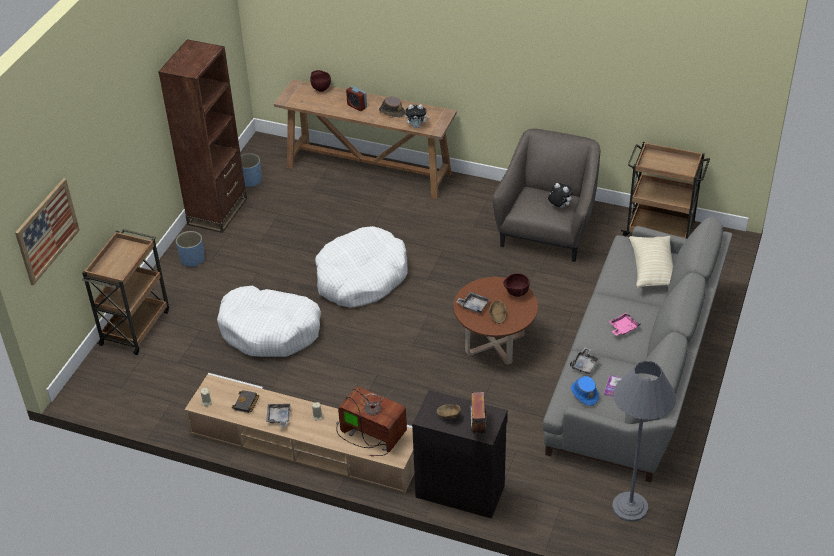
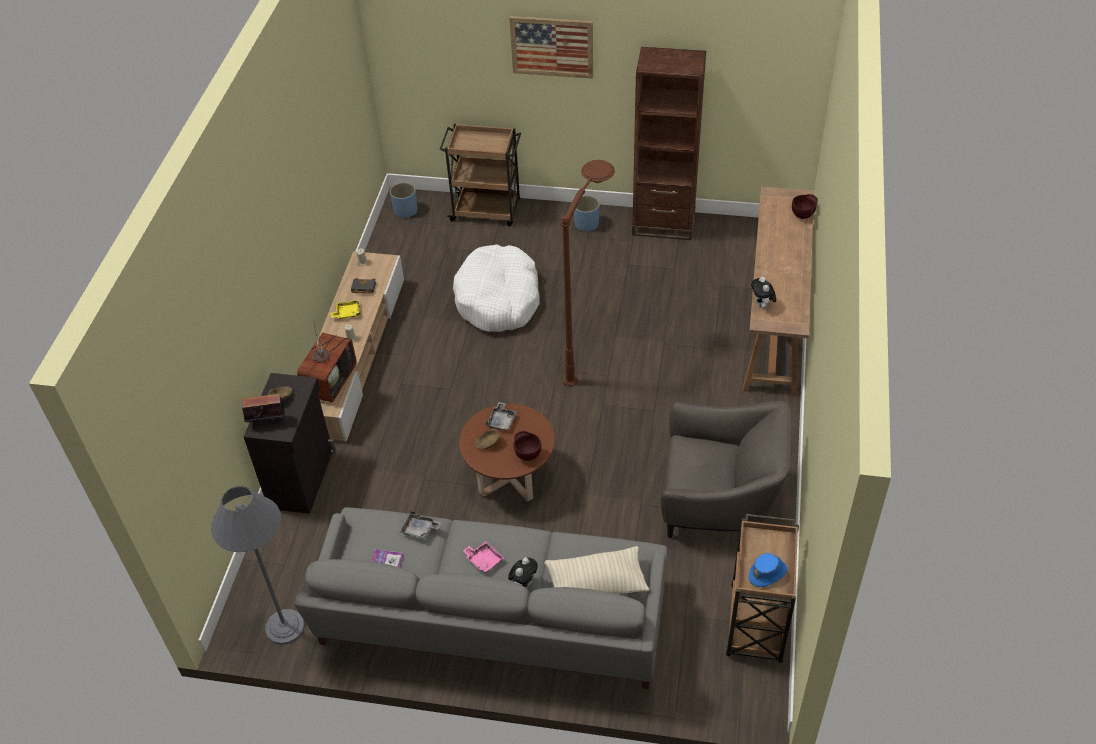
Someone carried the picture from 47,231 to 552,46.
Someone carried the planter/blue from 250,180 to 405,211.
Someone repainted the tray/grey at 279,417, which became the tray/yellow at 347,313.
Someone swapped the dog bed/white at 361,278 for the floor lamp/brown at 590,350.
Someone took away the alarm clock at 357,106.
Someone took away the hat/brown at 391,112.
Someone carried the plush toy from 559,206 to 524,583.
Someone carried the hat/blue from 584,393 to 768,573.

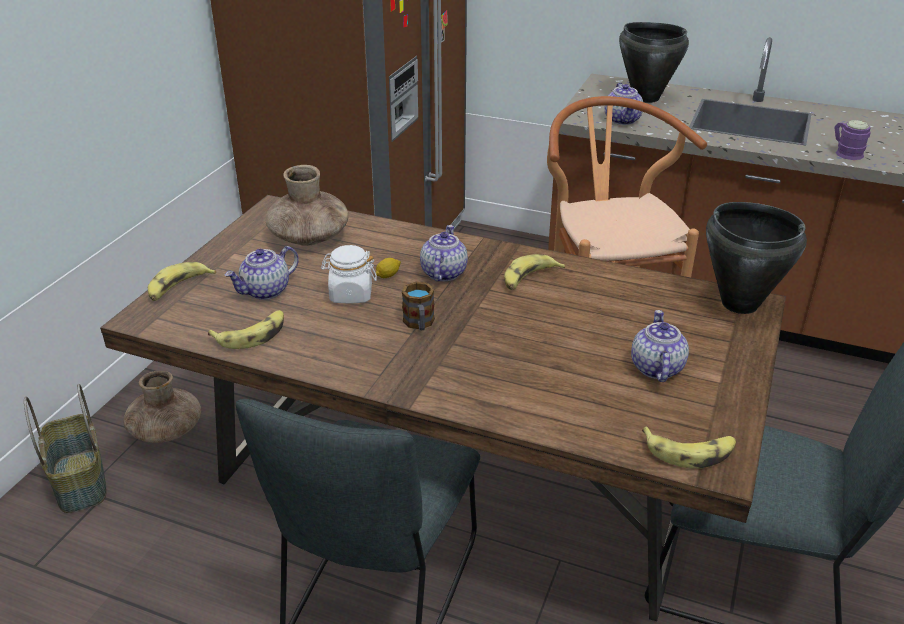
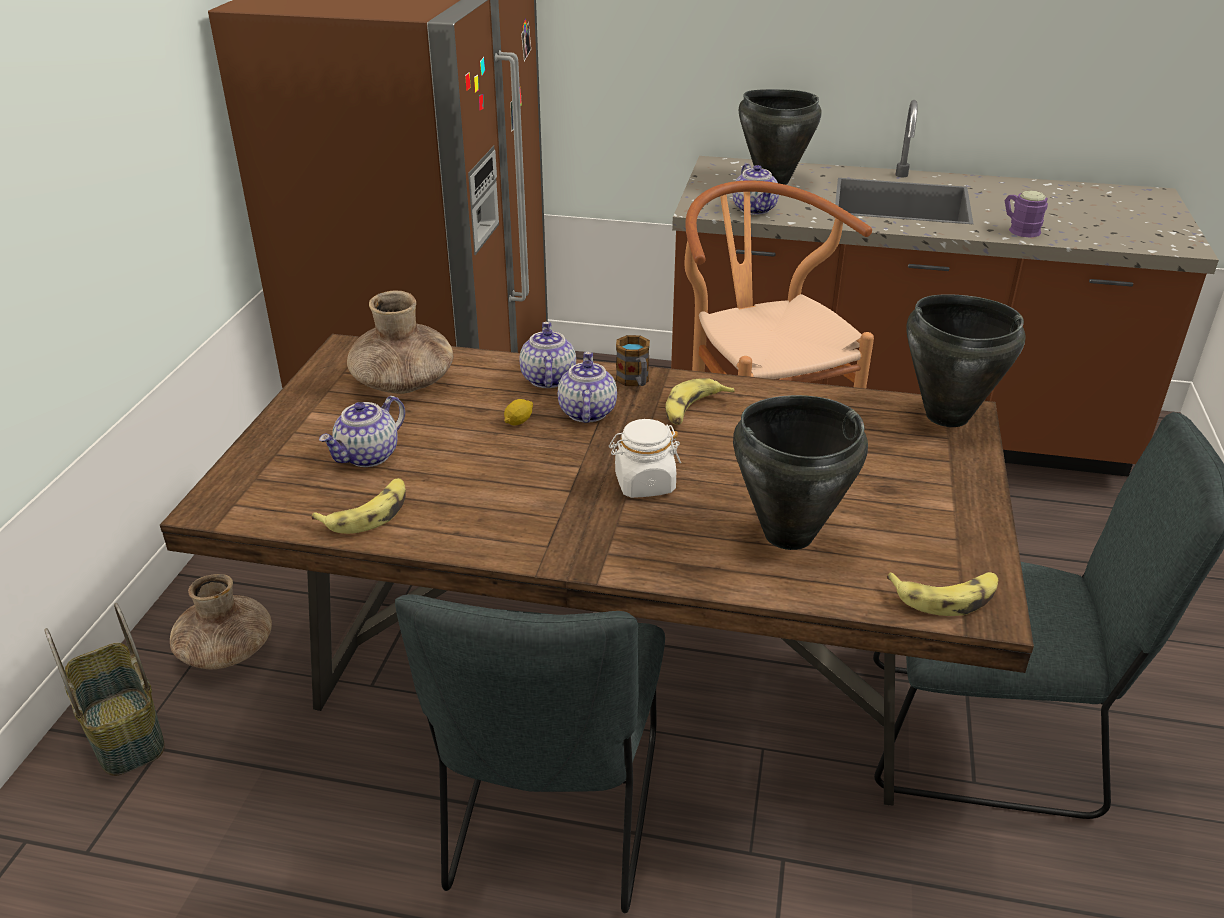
Someone took away the banana at 178,288.
Someone carried the jar/white from 350,294 to 644,484.
Someone carried the mug from 419,324 to 635,381.
Someone carried the teapot from 655,367 to 547,378.
Someone put down the cooking pot/black at 787,534.

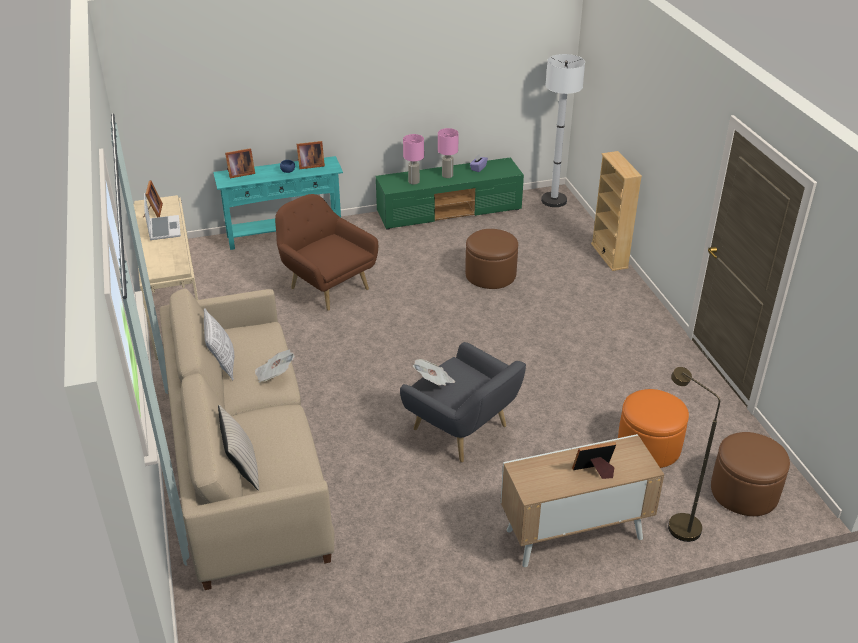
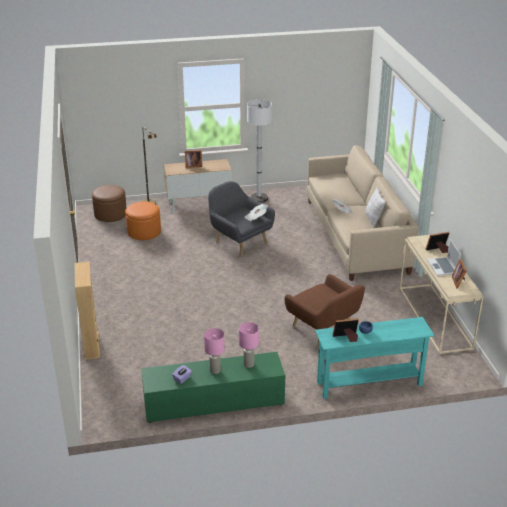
Someone took away the pillow/beige at 242,469.
Someone carried the picture frame from 240,173 to 437,250.
Someone took away the ottoman/brown at 490,275.
Someone carried the floor lamp/white from 554,200 to 259,198.

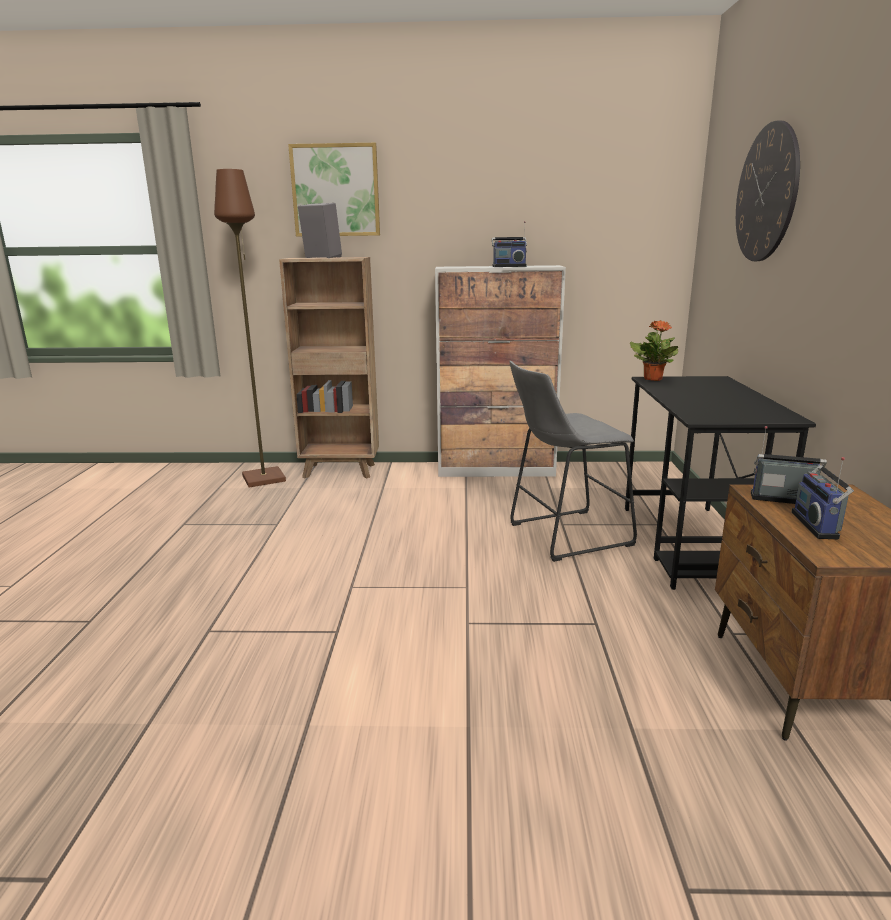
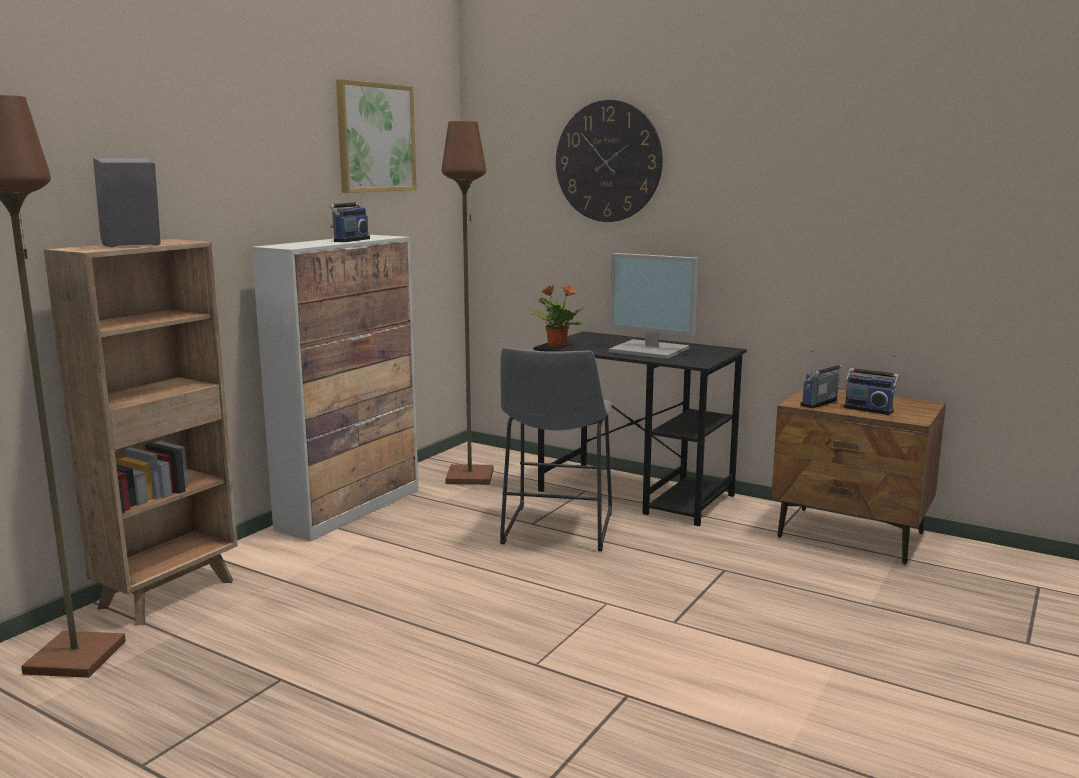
Someone carried the picture from 335,191 to 375,138.
Someone put down the floor lamp/brown at 470,476.
Someone put down the monitor at 651,350.

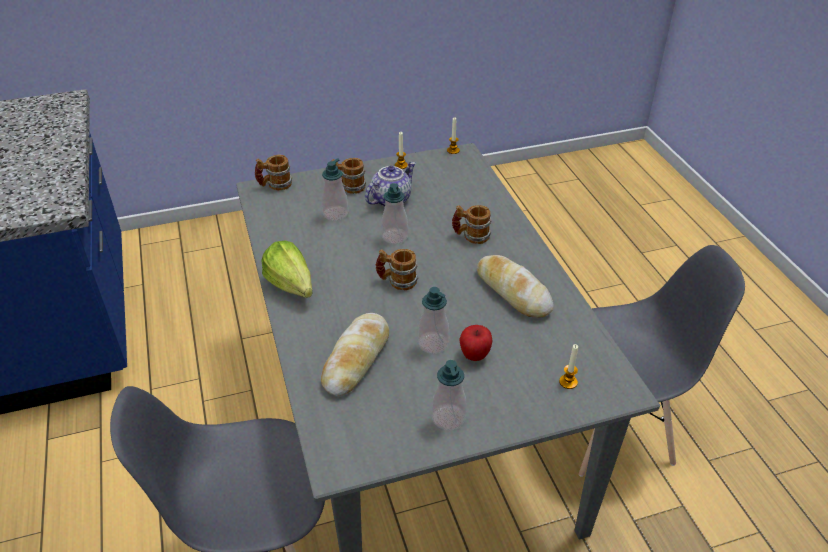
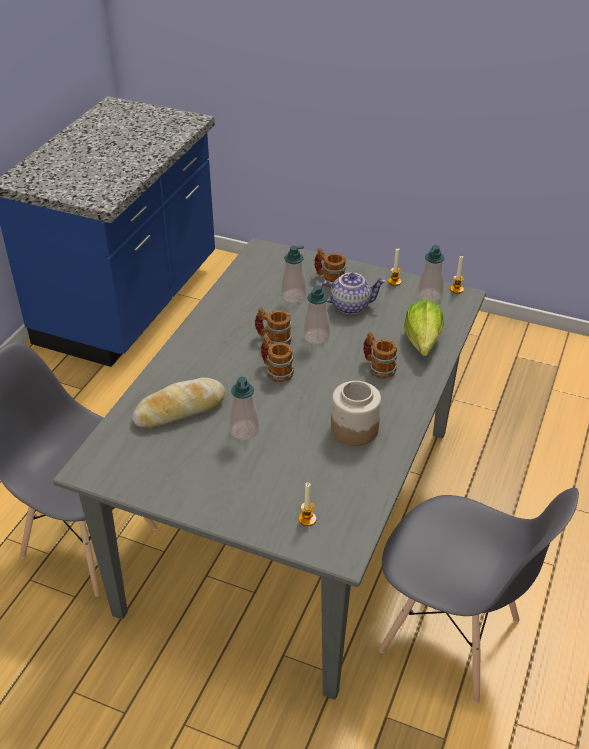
Someone carried the mug from 274,185 to 273,339.
Someone carried the lettuce from 293,290 to 421,346.
Someone carried the soap dispenser from 448,418 to 430,296.
Someone took away the apple at 474,355.
Someone swapped the bread at 513,292 for the jar at 354,429.

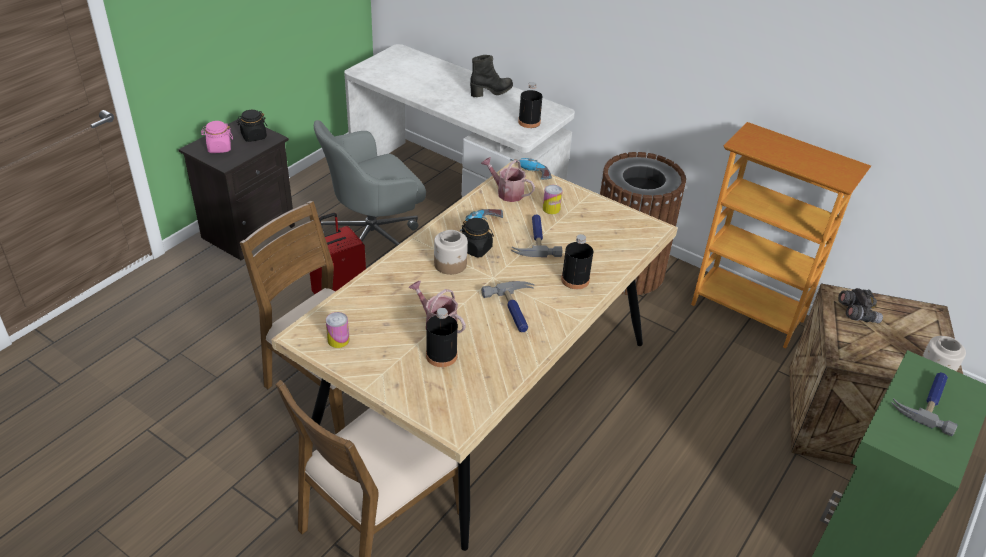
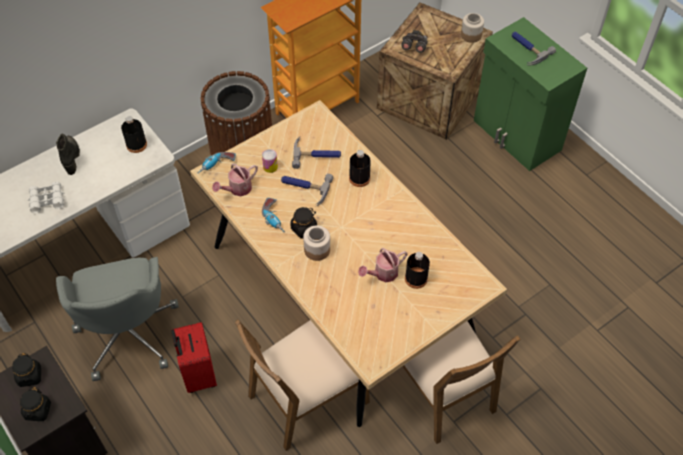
Someone repainted the jar/pink at 219,148, which became the jar/black at 38,411.
Someone took away the can at 338,340.
Someone carried the hammer from 516,310 to 316,154.
Someone put down the binoculars/white at 47,200.

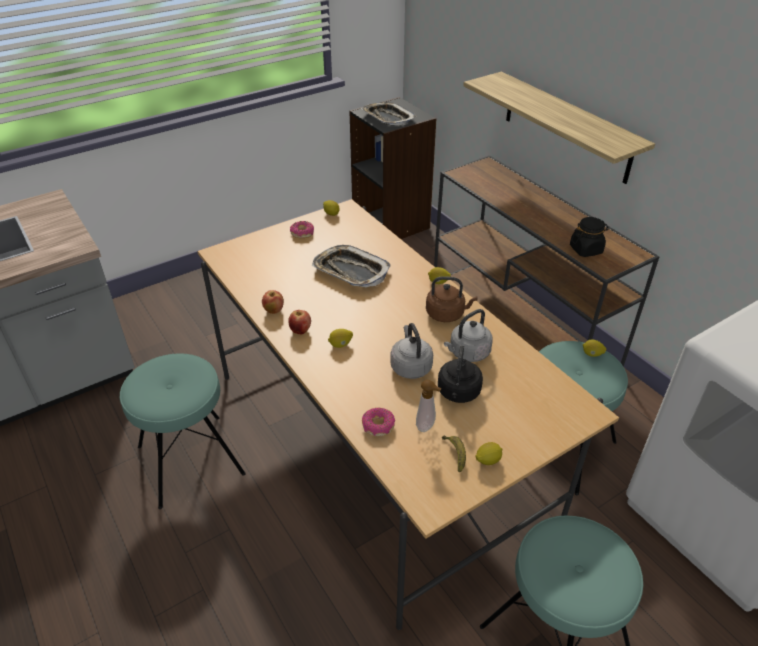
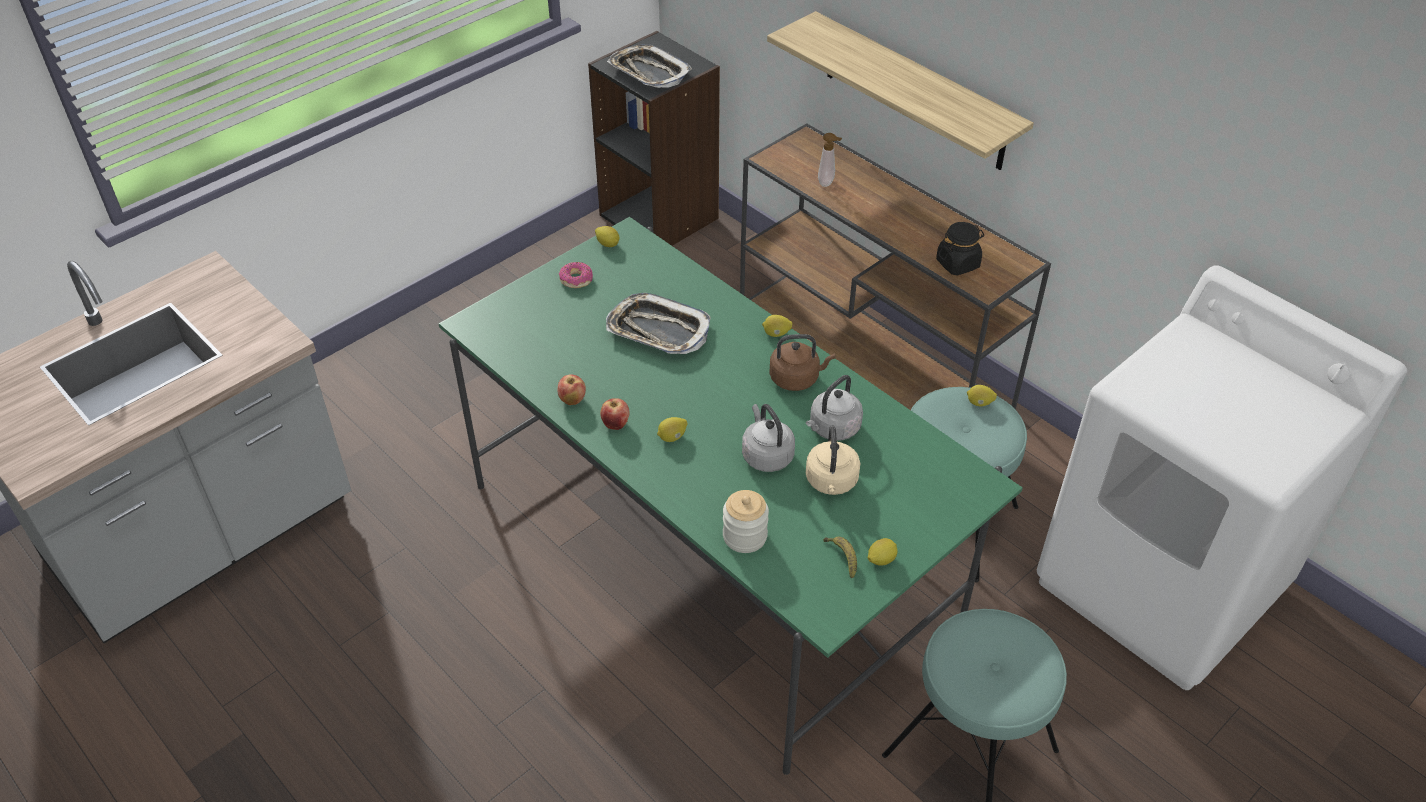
Someone took away the stool/turquoise at 191,460.
Someone repainted the dining table/beige at 379,440, which became the dining table/green at 712,546.
Someone swapped the donut at 378,426 for the jar at 745,536.
Someone carried the soap dispenser from 427,426 to 827,183.
Someone repainted the kettle/black at 458,393, which became the kettle/beige at 831,482.

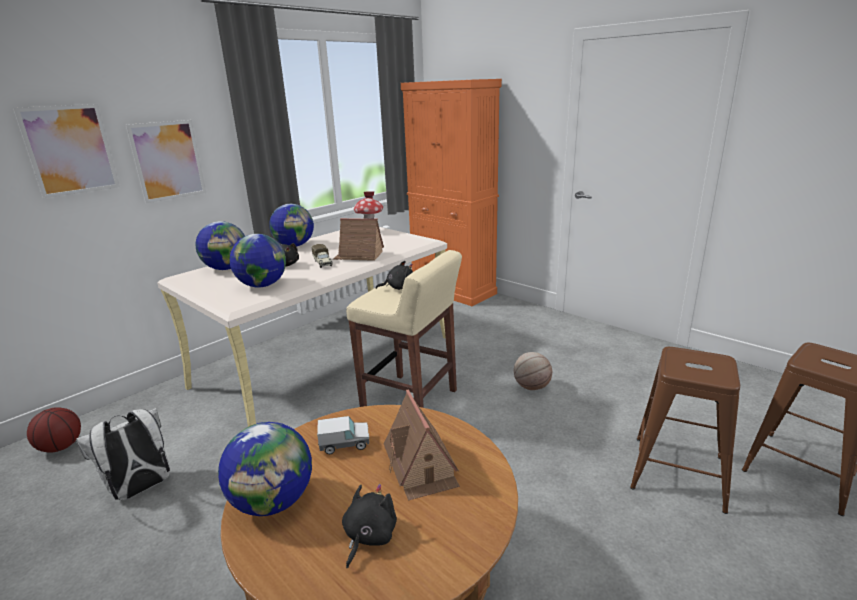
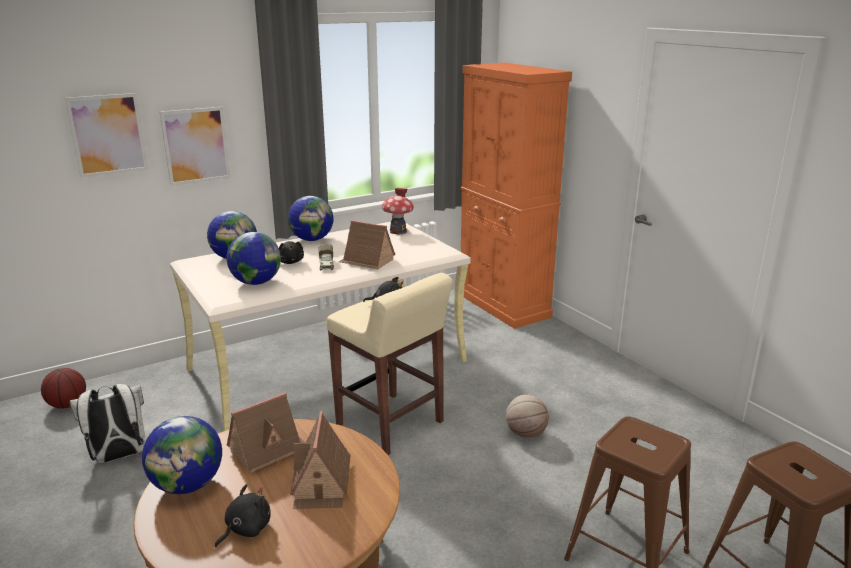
Someone swapped the toy truck at 344,444 for the toy house at 268,450.

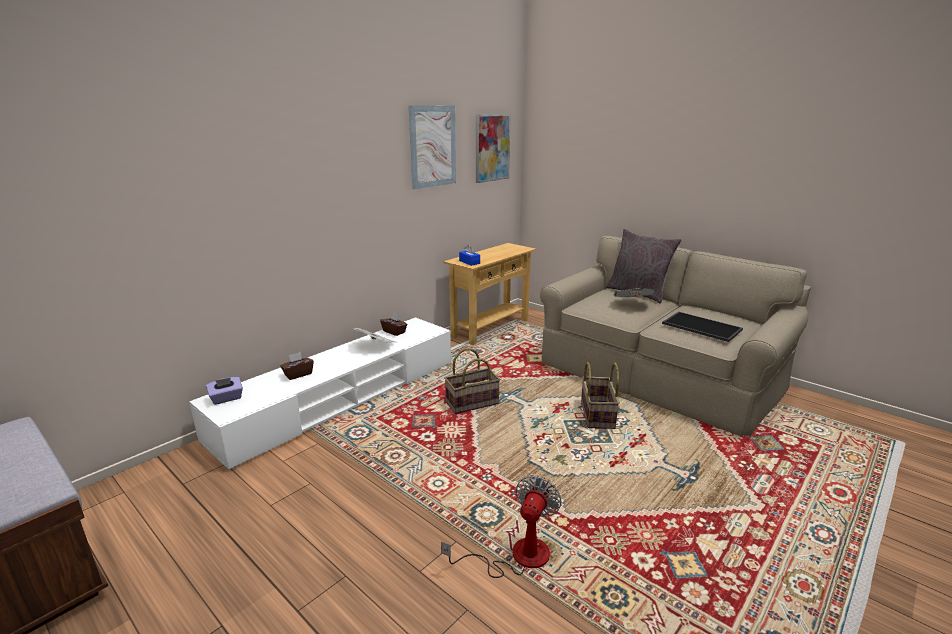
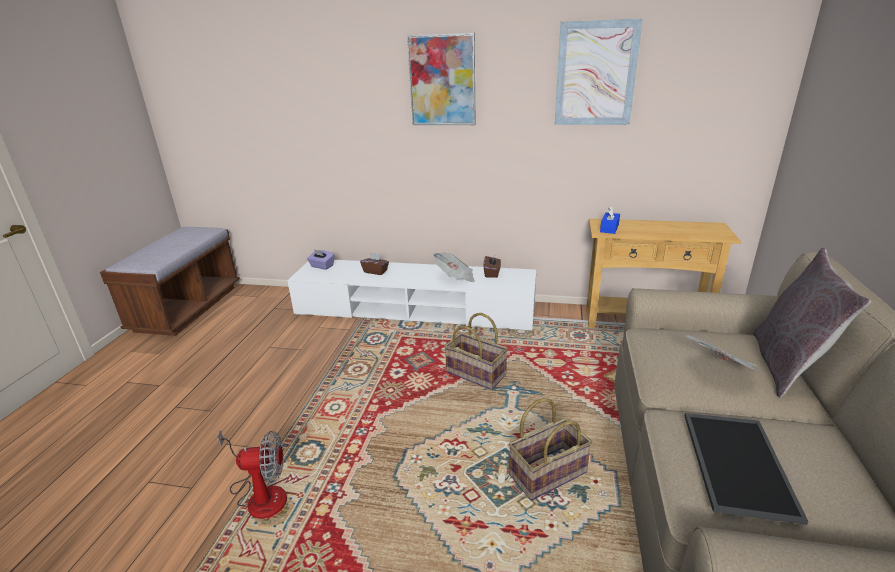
Someone carried the picture from 492,148 to 442,81.

